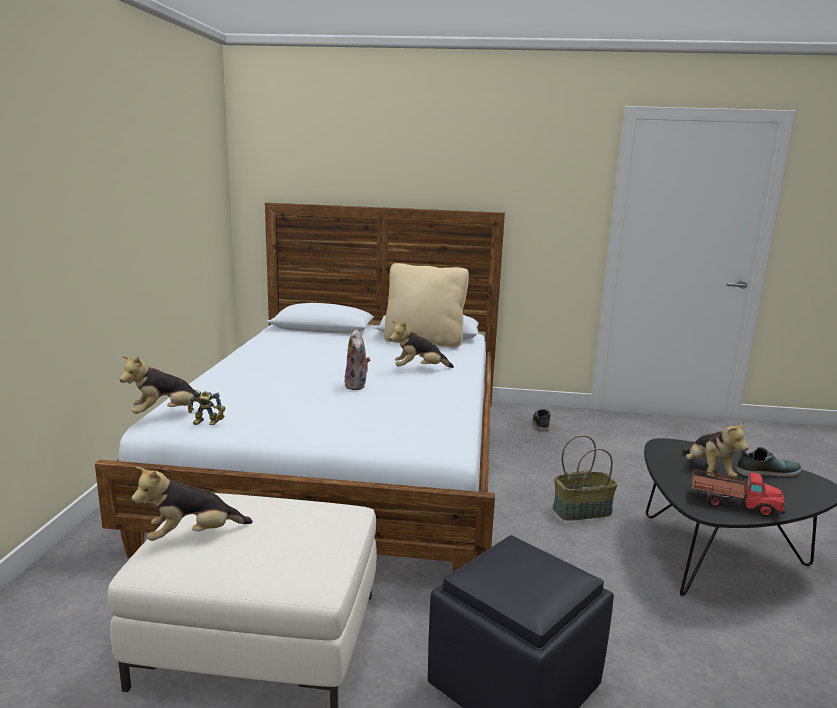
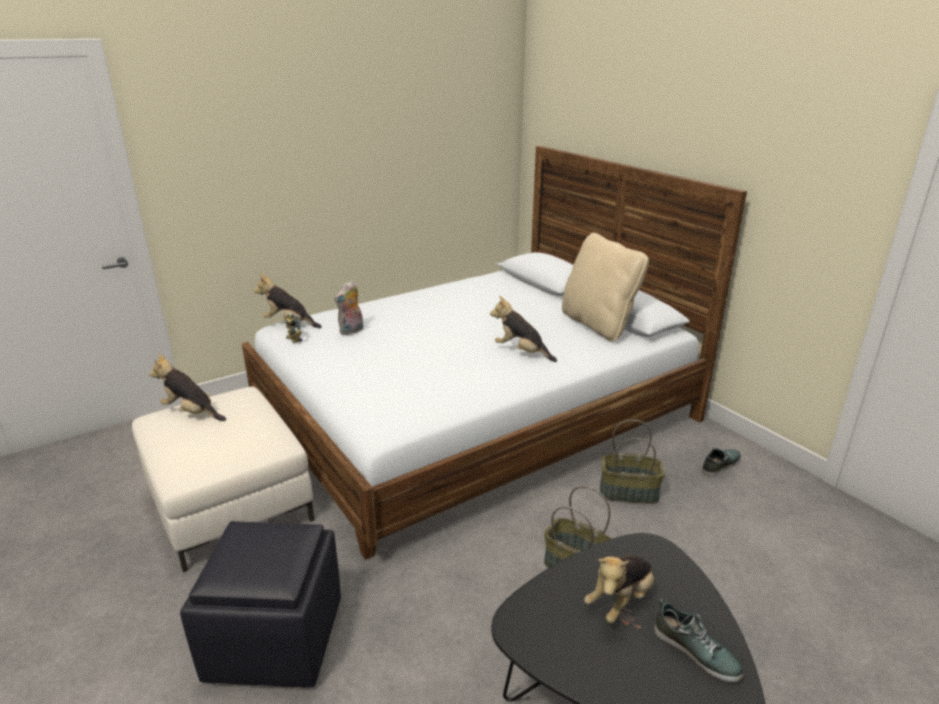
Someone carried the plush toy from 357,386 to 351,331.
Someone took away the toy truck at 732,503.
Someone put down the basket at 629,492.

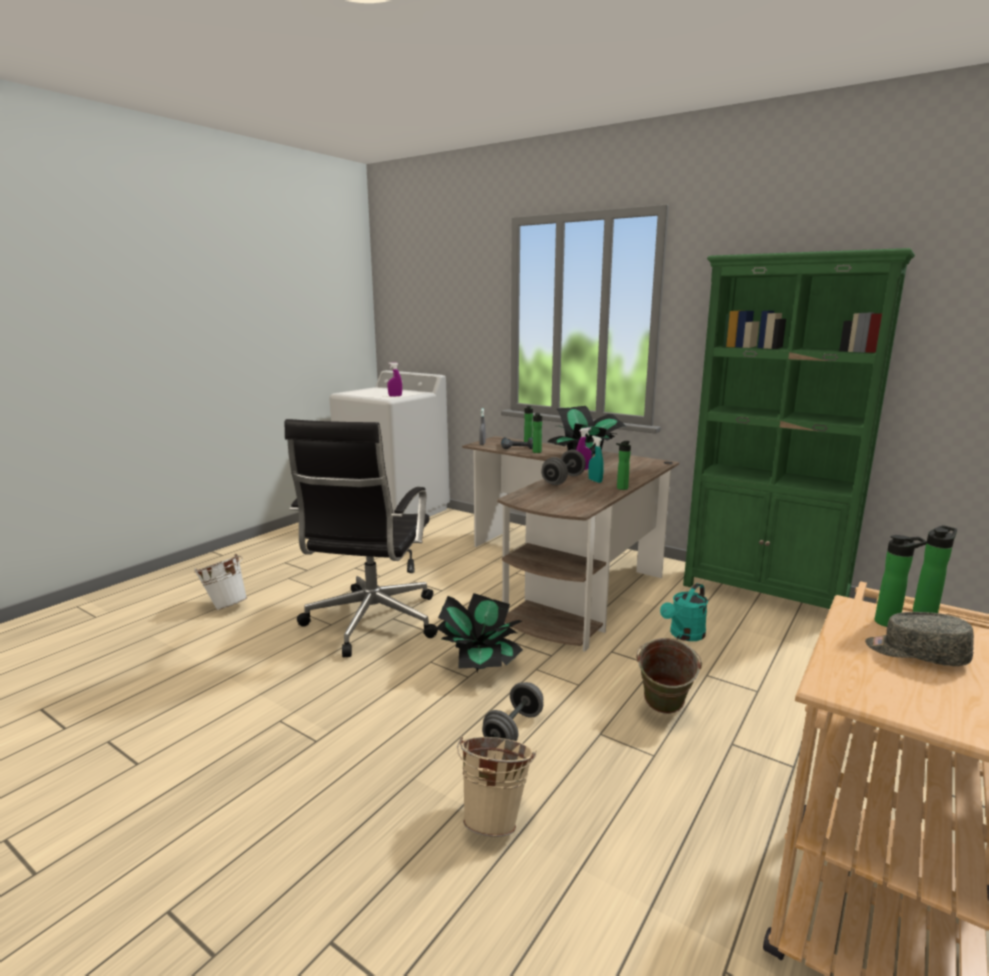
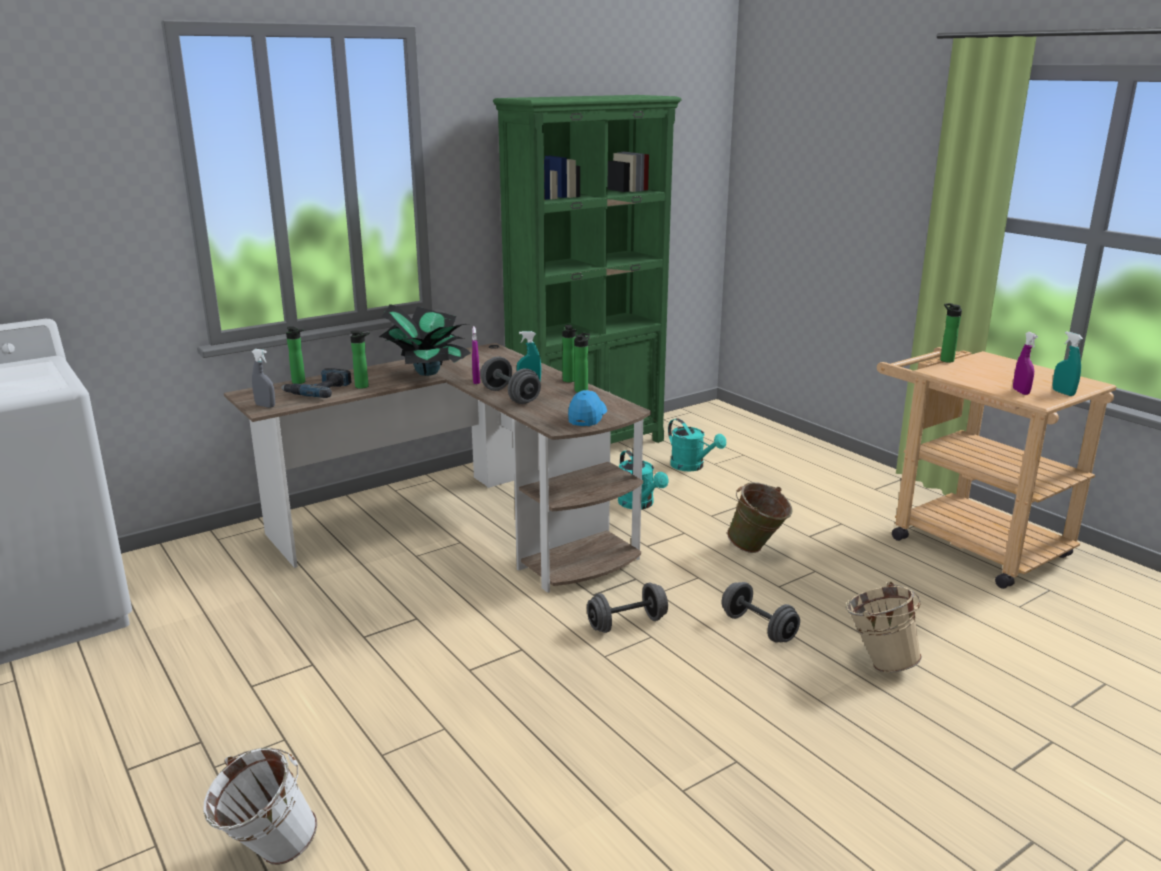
Someone took away the office chair/black at 371,623.
Someone carried the spray bottle/purple from 395,396 to 1021,392.
Someone swapped the potted plant at 480,663 for the dumbbell/grey at 627,623.
Someone took away the cap/grey at 915,654.
Someone carried the bottle from 890,623 to 582,390.
Someone put down the cap/blue at 587,416.
Someone put down the watering can/turquoise at 692,467.
Someone put down the spray bottle/turquoise at 1063,393.

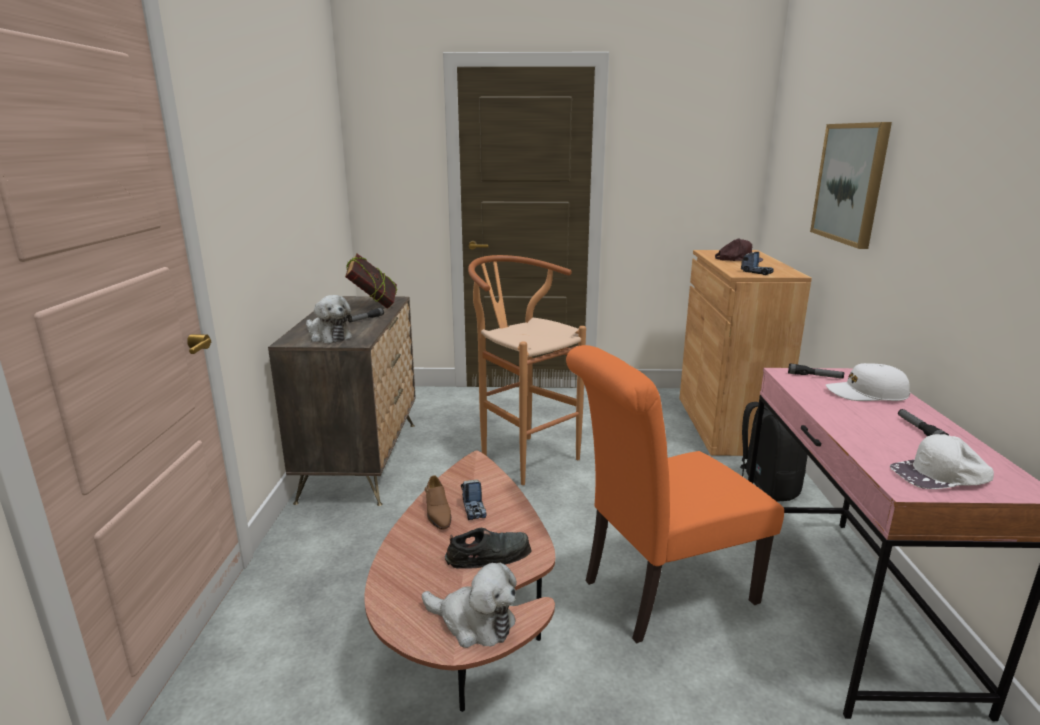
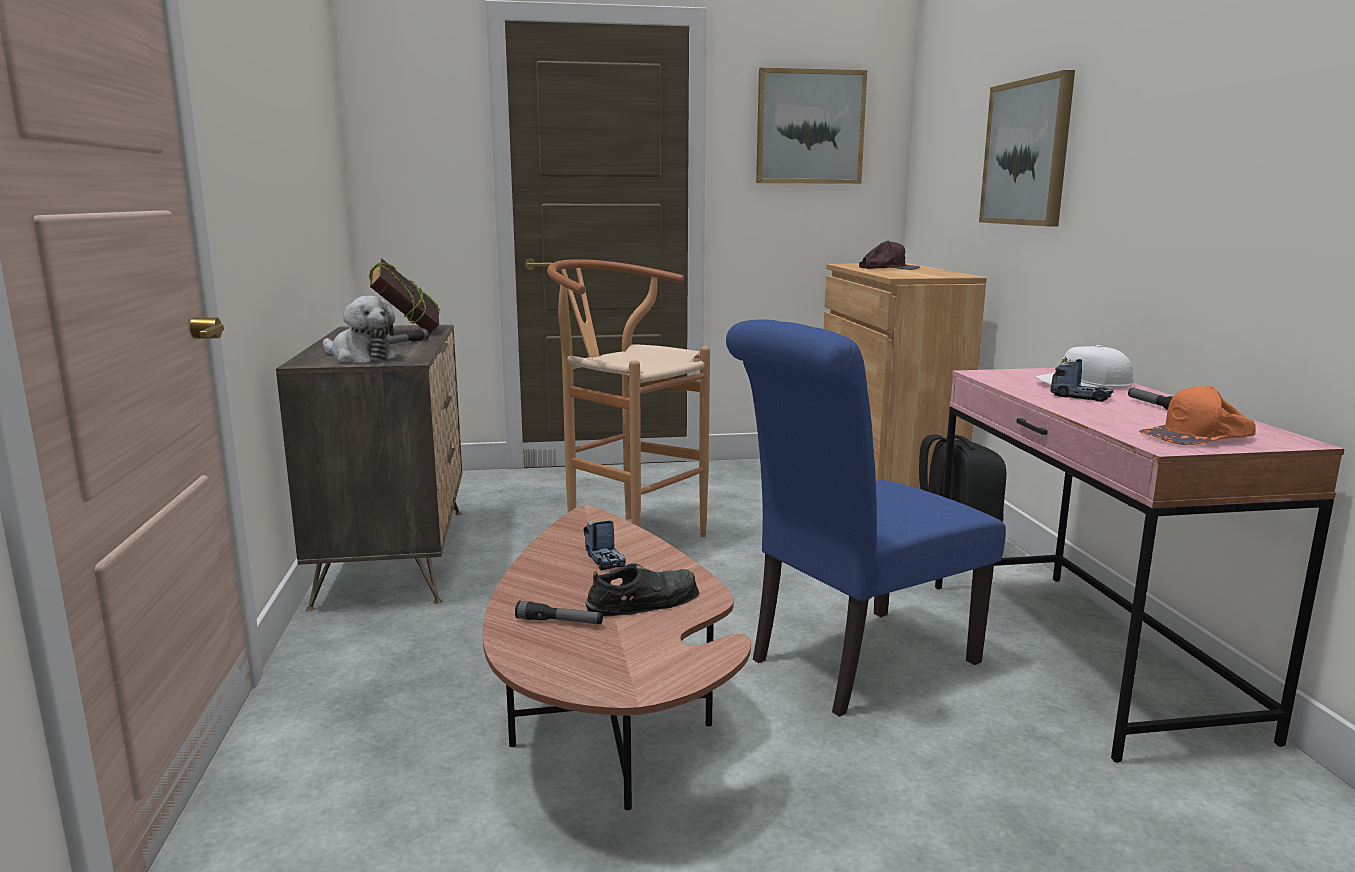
Someone took away the plush toy at 474,622.
Someone took away the shoe/brown at 437,513.
Someone repainted the chair/orange at 659,593, which became the chair/blue at 853,663.
Someone carried the toy truck from 756,272 to 1080,397.
Someone carried the flashlight from 814,376 to 559,622.
Someone repainted the cap/white at 941,476, which became the cap/orange at 1198,436.
Someone put up the picture at 809,127.

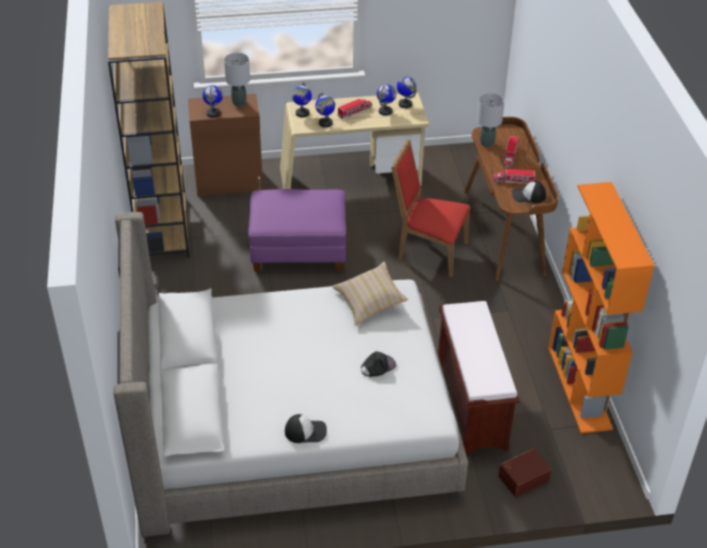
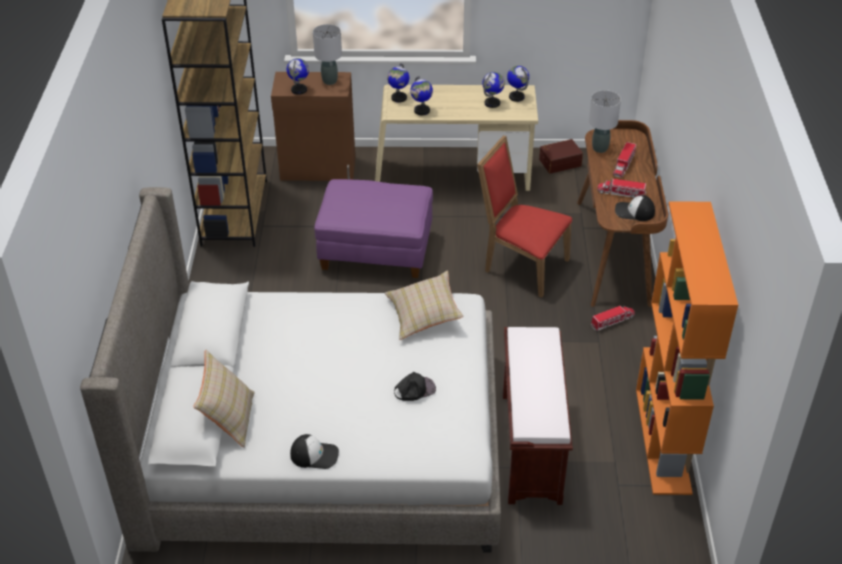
Someone carried the toy truck from 355,112 to 612,321.
Someone carried the storage box/brown from 523,477 to 559,162.
Someone put down the pillow/beige at 229,419.

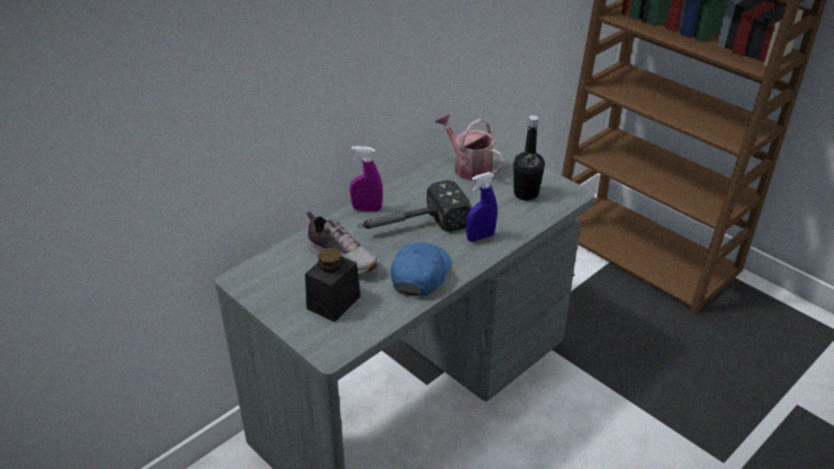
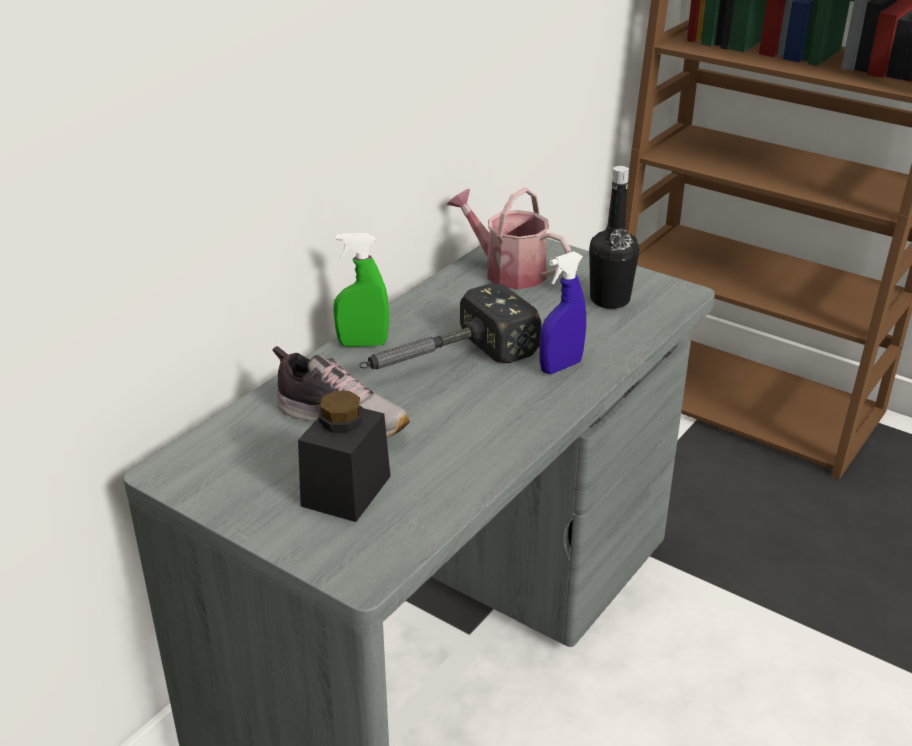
Someone repainted the spray bottle/purple at 367,209, which became the spray bottle/green at 363,344.
Someone took away the cap/blue at 420,275.

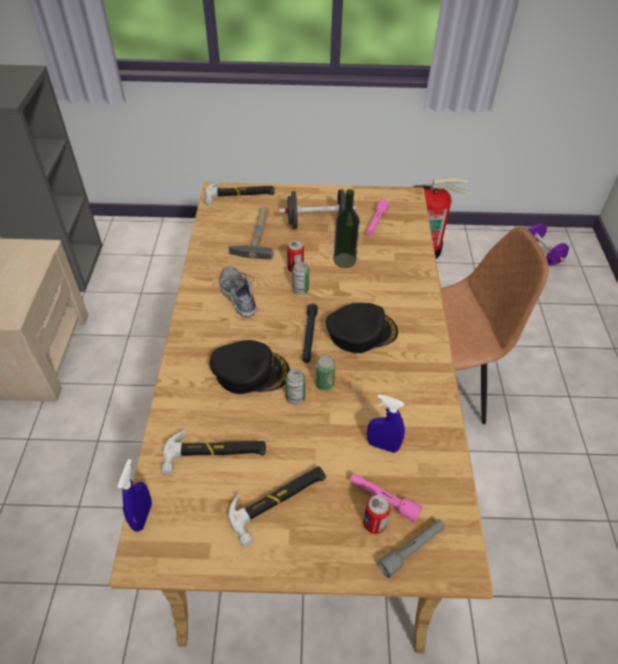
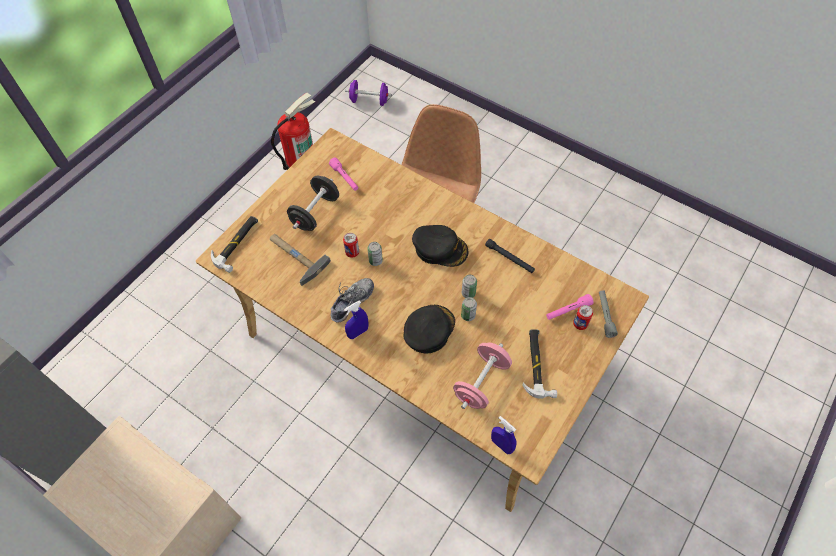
Someone swapped the hammer at 215,453 for the dumbbell/pink at 481,382.
Someone rotated the shoe at 238,296 by 120 degrees clockwise.
Someone carried the flashlight/black from 309,336 to 509,258.
Someone rotated the cap/black at 361,331 by 90 degrees clockwise.
Someone took away the bottle at 344,260.
Someone carried the spray bottle/blue from 382,445 to 358,332.

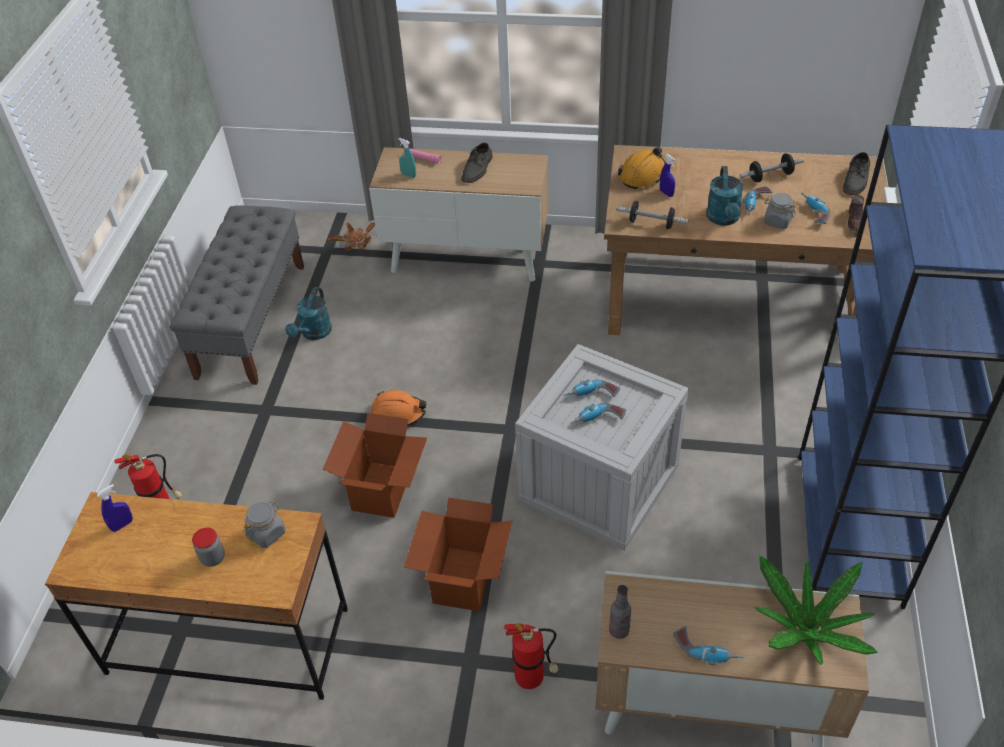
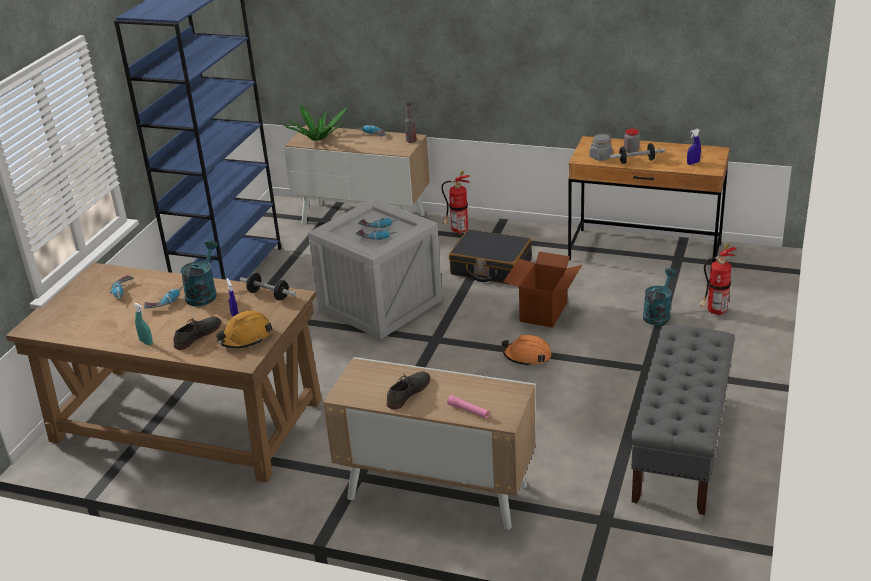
Someone carried the watering can/turquoise from 314,334 to 658,314.
Someone took away the potted plant at 356,243.
Someone carried the spray bottle/turquoise from 408,175 to 146,342.
Someone swapped the cardboard box at 462,579 for the suitcase/black at 491,267.
Someone carried the dumbbell from 770,176 to 636,161.
Someone took away the jar/grey at 777,221.
Someone carried the shoe/grey from 856,180 to 197,335.
Someone took away the shoe/brown at 855,221.

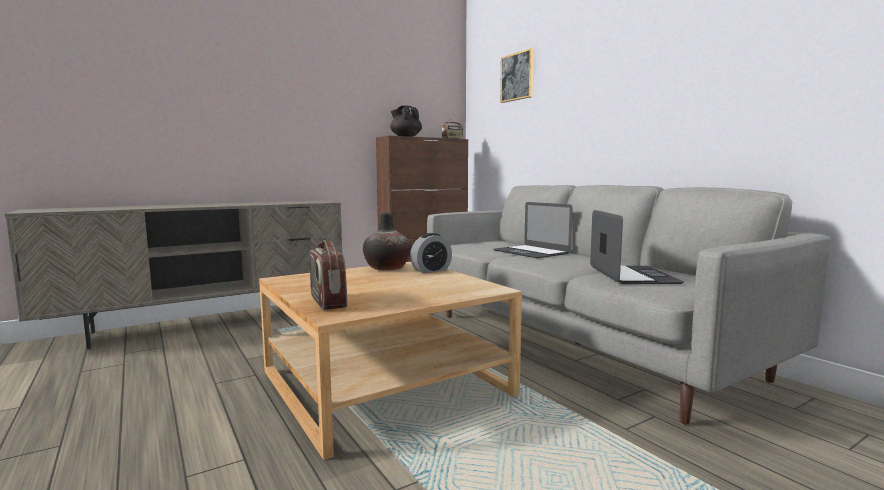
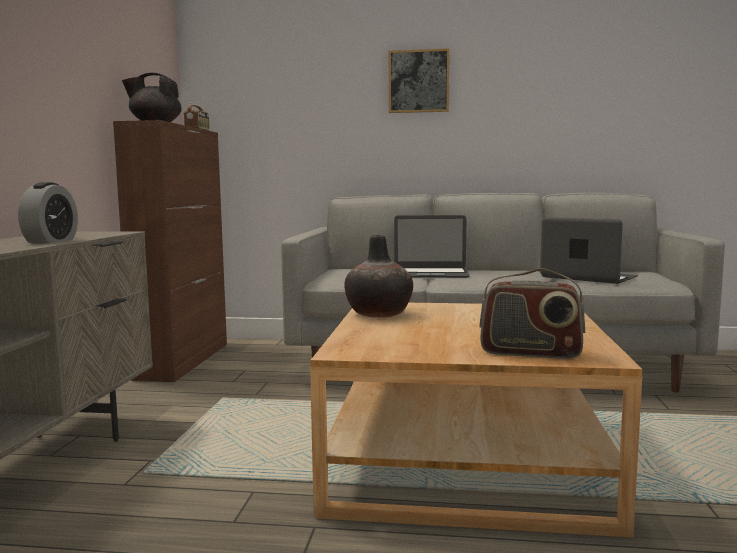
Someone carried the alarm clock from 431,270 to 51,241.
Someone carried the picture from 517,77 to 418,81.

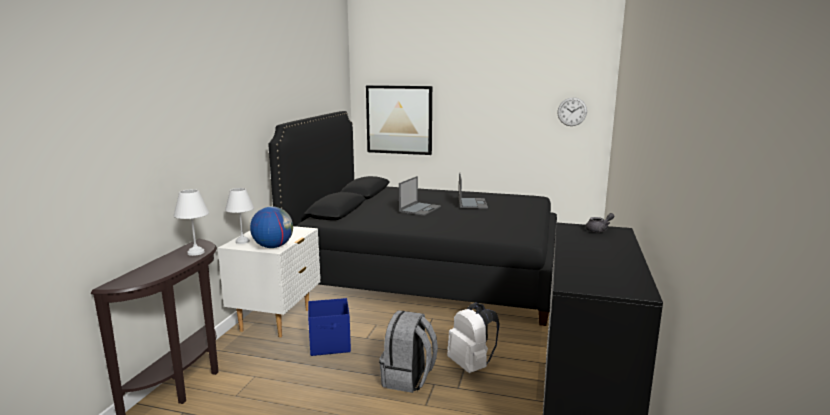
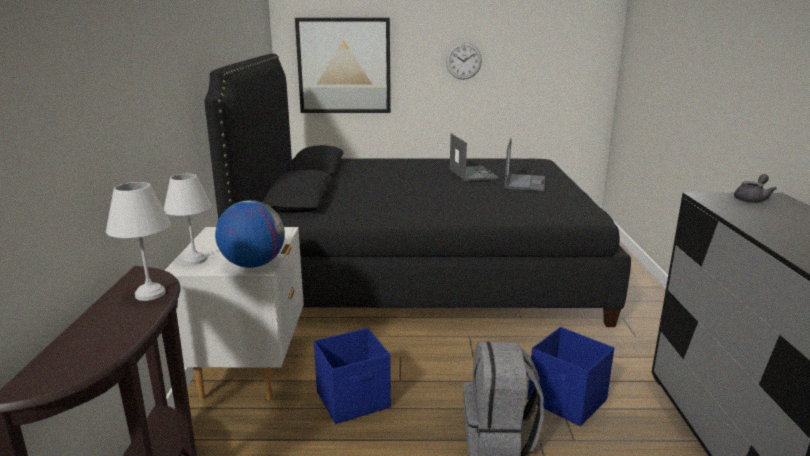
Someone carried the laptop from 420,209 to 524,182.
Someone swapped the backpack/white at 471,366 for the storage box/blue at 567,401.
Someone carried the wall clock from 572,111 to 463,61.

